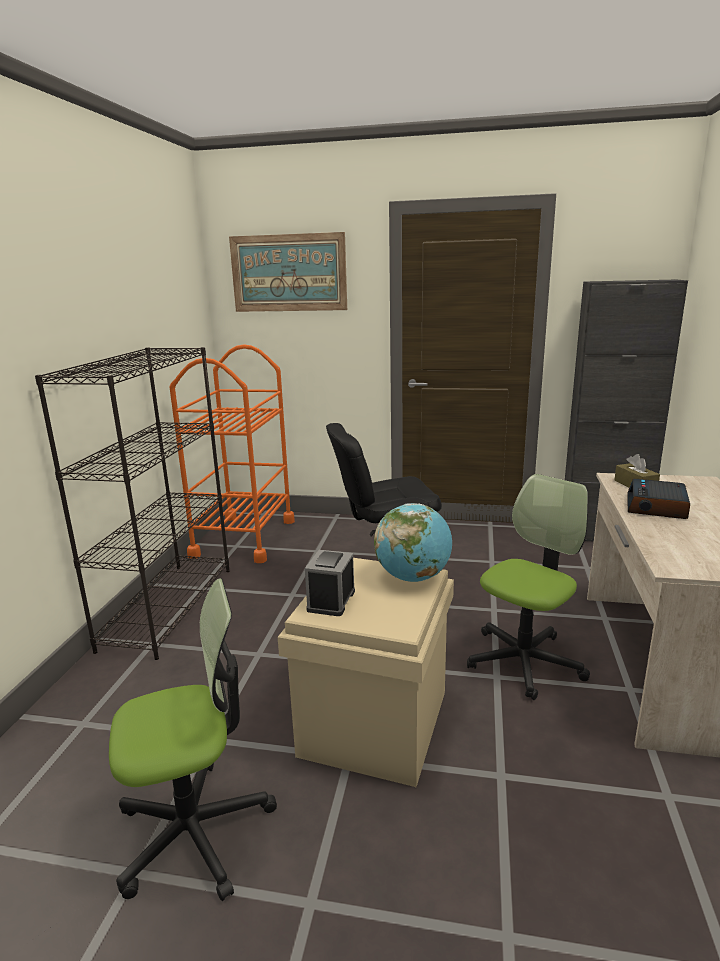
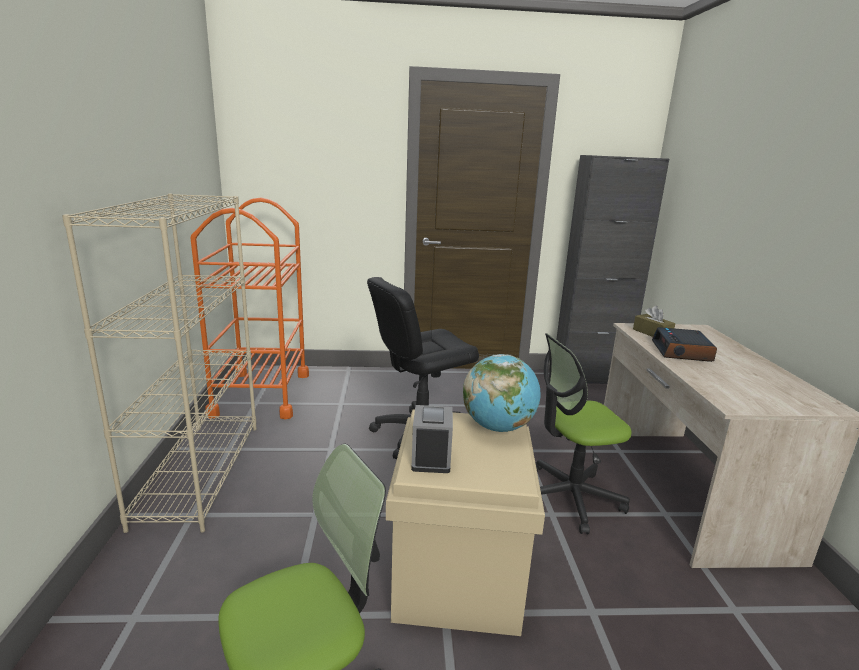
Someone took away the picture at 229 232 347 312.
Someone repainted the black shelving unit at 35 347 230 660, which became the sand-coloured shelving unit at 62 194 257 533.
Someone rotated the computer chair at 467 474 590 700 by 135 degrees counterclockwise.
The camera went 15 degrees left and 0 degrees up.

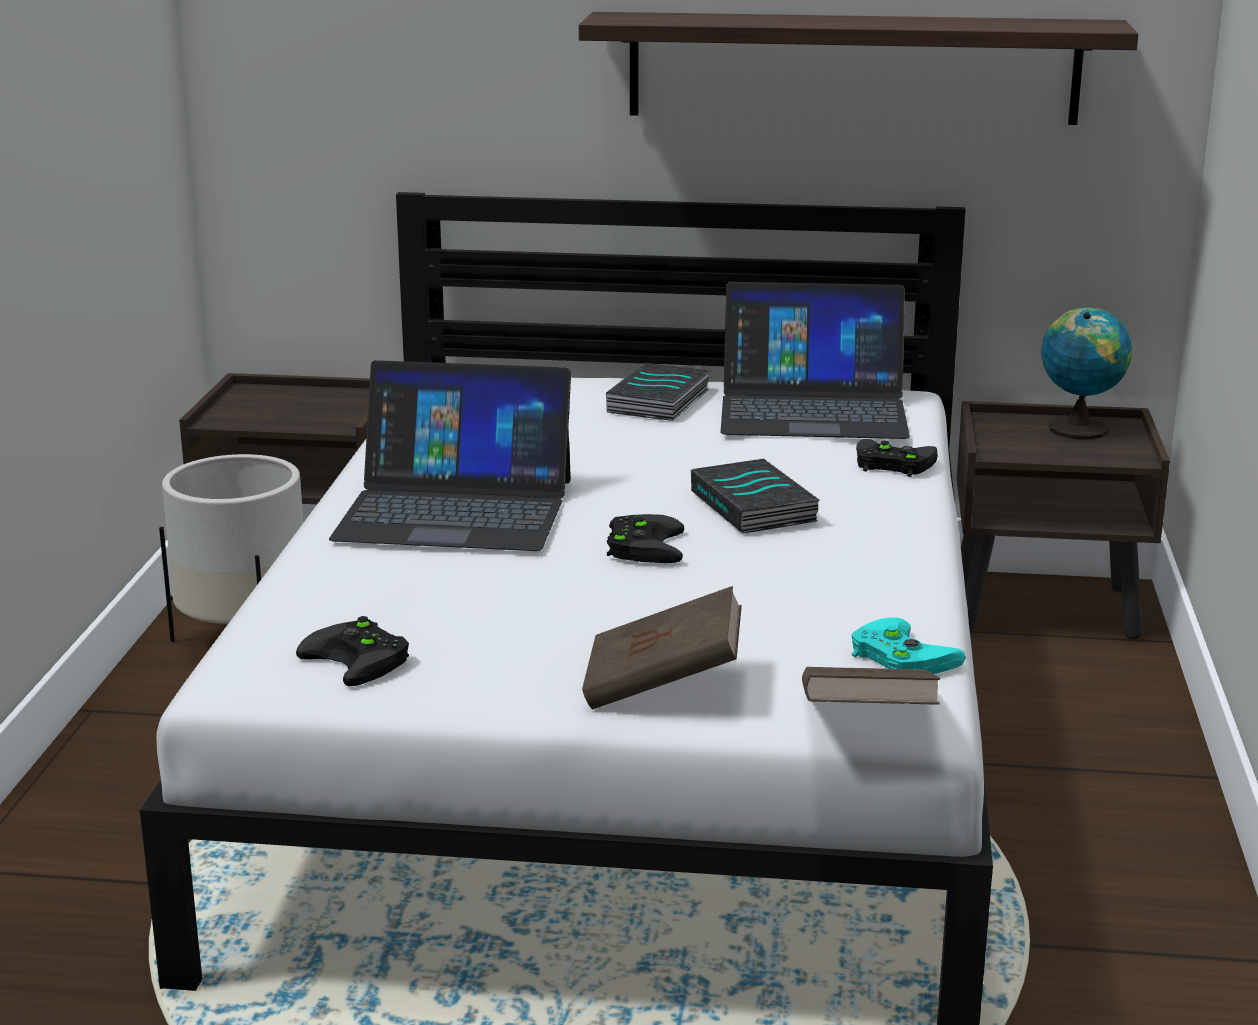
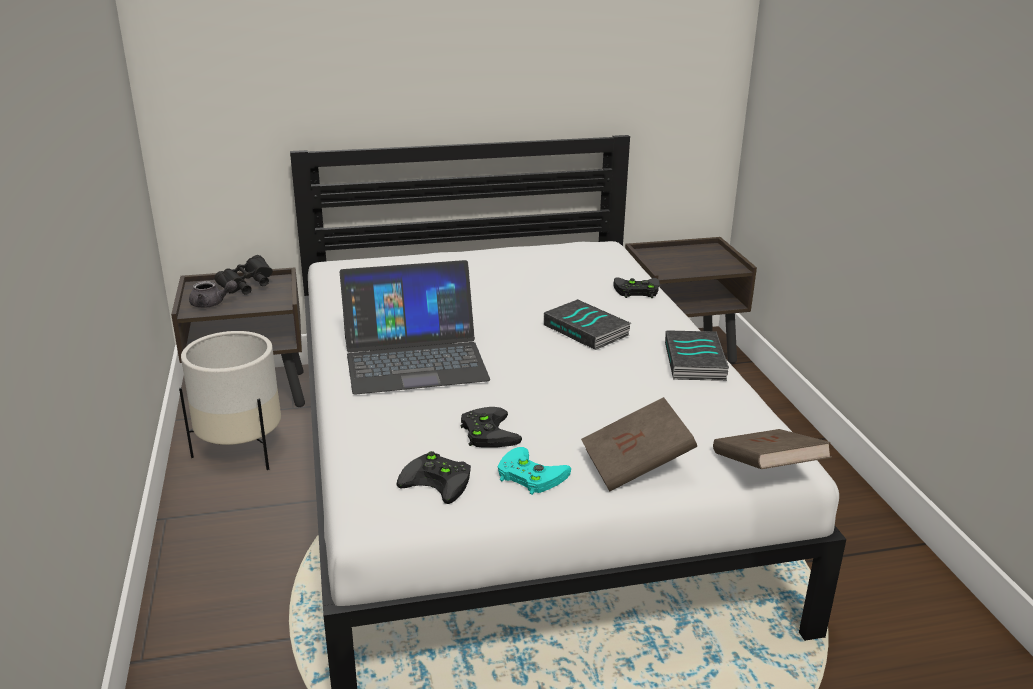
Someone took away the wall shelf at 579 12 1139 125.
Someone took away the notebook computer at 721 282 910 439.
Someone took away the globe at 1041 307 1132 440.
Someone carried the book from 606 363 710 421 to 665 330 729 381.
Someone carried the black game controller from 607 514 684 563 to 460 407 522 448.
Someone carried the turquoise game controller from 851 618 966 674 to 498 447 571 495.
Someone put down the black field glasses at 215 255 273 295.
Someone put down the gray pot for tea at 189 280 237 308.
The camera went 20 degrees left and 5 degrees up.

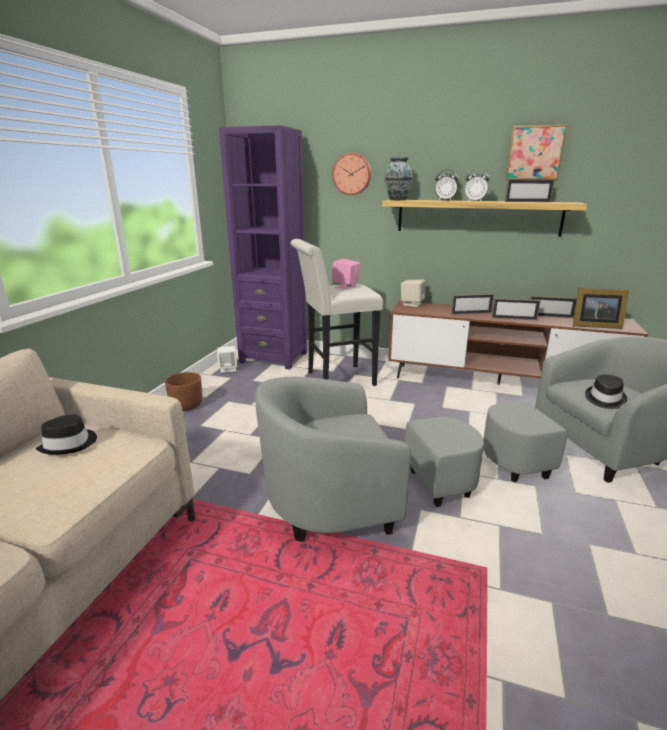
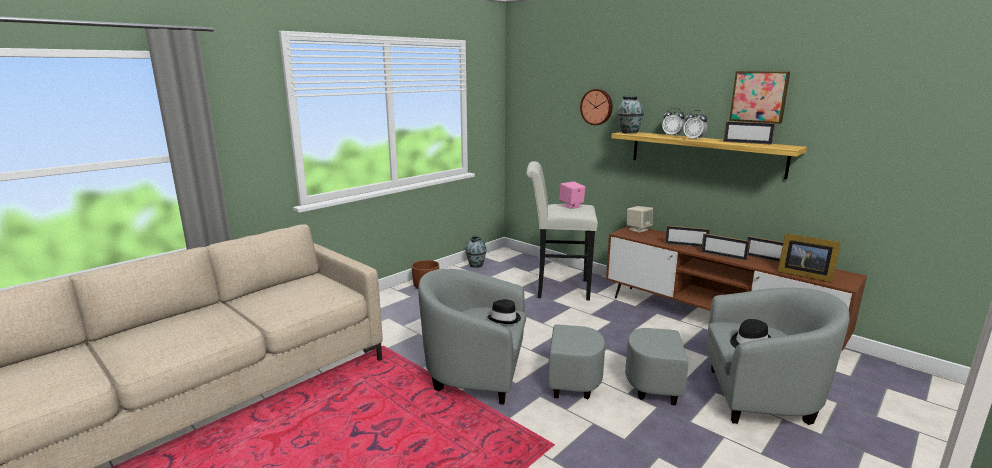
Someone took away the purple-coloured shelving unit at 219 125 307 369.
Someone swapped the white-coloured audio speaker at 217 346 237 373 for the decorative vase at 465 236 487 268.
Someone carried the black wearable hat from 36 415 97 455 to 487 299 521 324.
The camera went 25 degrees right and 5 degrees down.

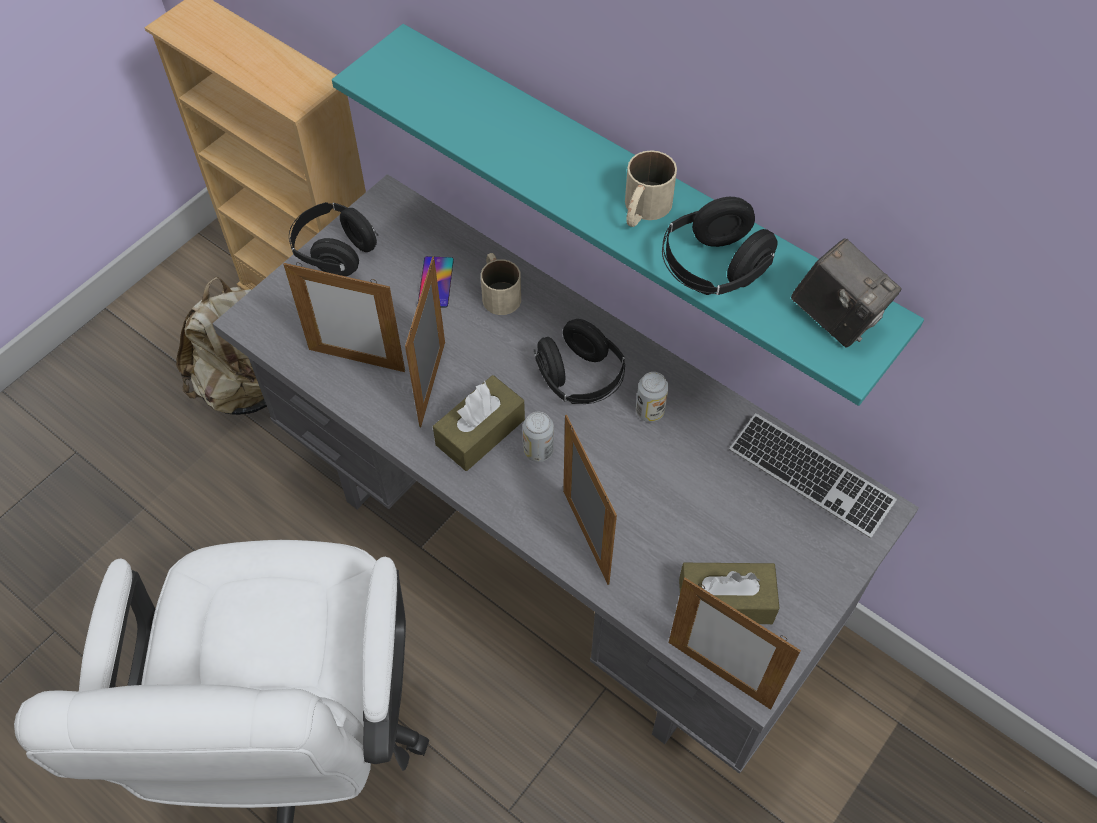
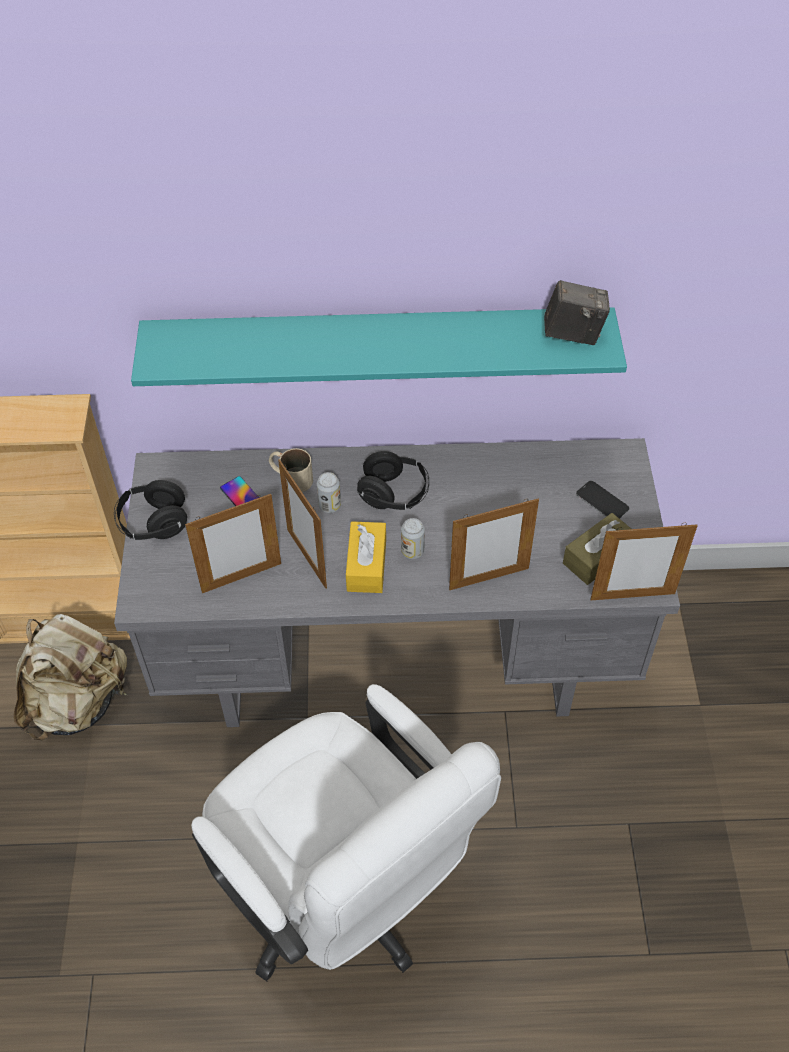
Someone took away the sand-coloured coffee mug at 625 150 677 227.
Someone took away the black headset at 662 197 778 295.
Someone carried the sealed can from 636 372 669 422 to 317 472 341 513.
Someone repainted the brown-coloured tissue box at 433 375 525 471, which became the yellow-coloured tissue box at 346 521 386 593.
Someone took away the keyboard at 729 413 897 538.
Someone rotated the picture frame at 563 415 617 585 by 135 degrees clockwise.
Someone put down the phone at 576 481 629 519.
The camera went 40 degrees left and 5 degrees down.

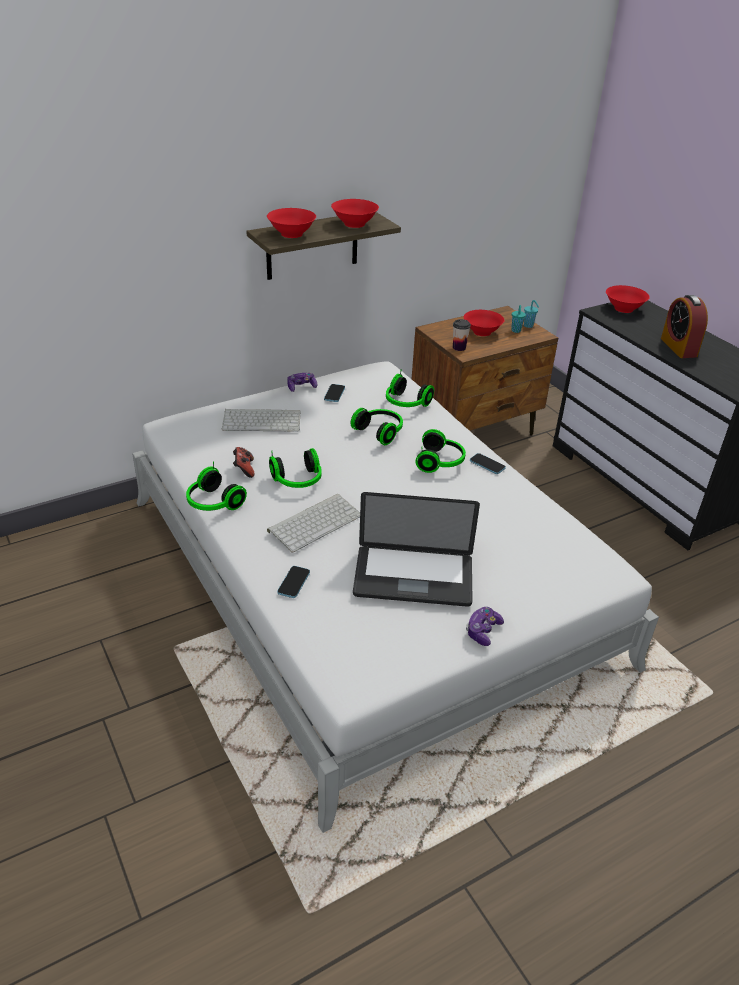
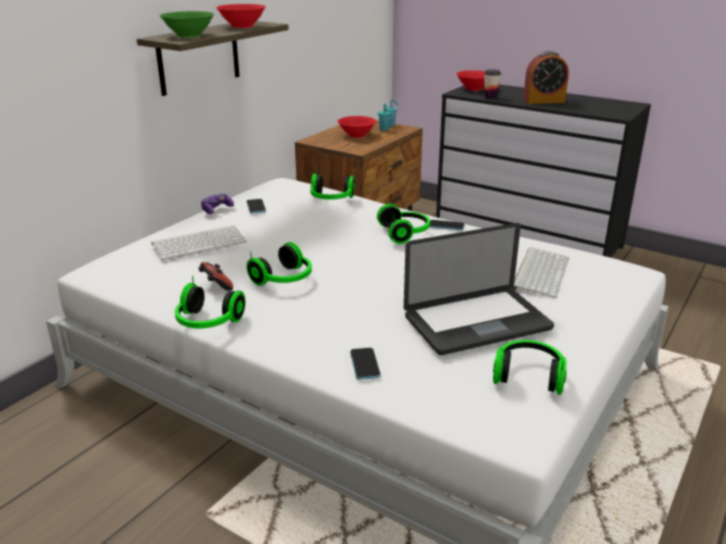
Someone repainted the red-coloured bowl at 267 208 316 238, which became the greenish bowl at 160 11 214 38.
Someone rotated the table clock at 661 295 708 358 by 60 degrees counterclockwise.
Someone carried the cup from 453 319 471 351 to 484 69 501 99.
Someone carried the headset from 351 408 403 445 to 493 340 567 395.
Someone carried the keyboard from 267 494 360 552 to 511 247 569 298.
Someone took away the game controller at 466 607 504 646.
The camera went 25 degrees left and 10 degrees down.

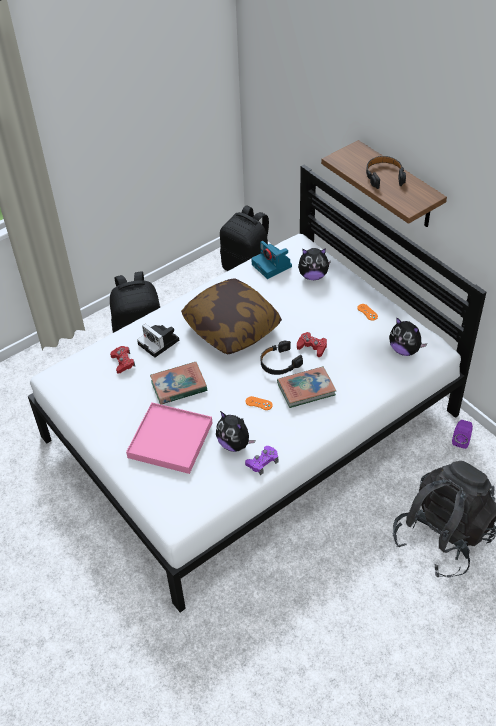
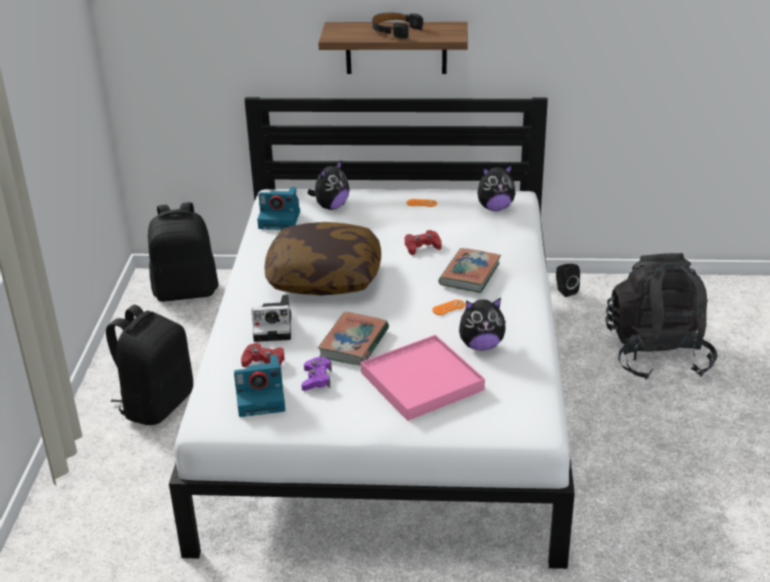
Someone took away the black headset at 261 340 303 375.
Someone repainted the purple-coloured audio speaker at 452 420 473 449, which became the black audio speaker at 556 264 580 297.
Someone carried the purple-coloured game controller from 245 446 278 475 to 301 357 332 391.
Someone put down the still camera at 234 354 285 417.
The camera went 50 degrees left and 15 degrees down.

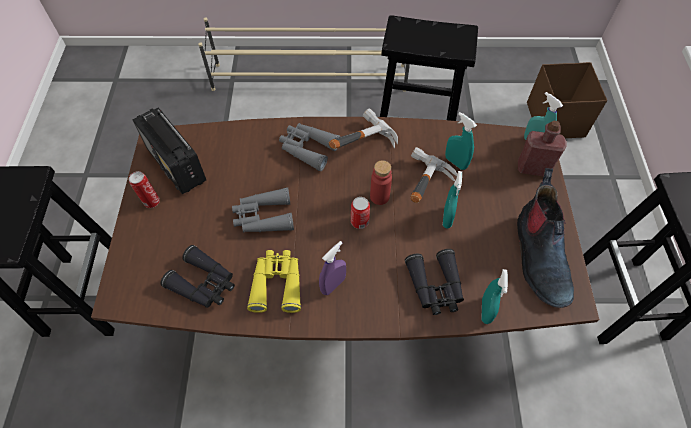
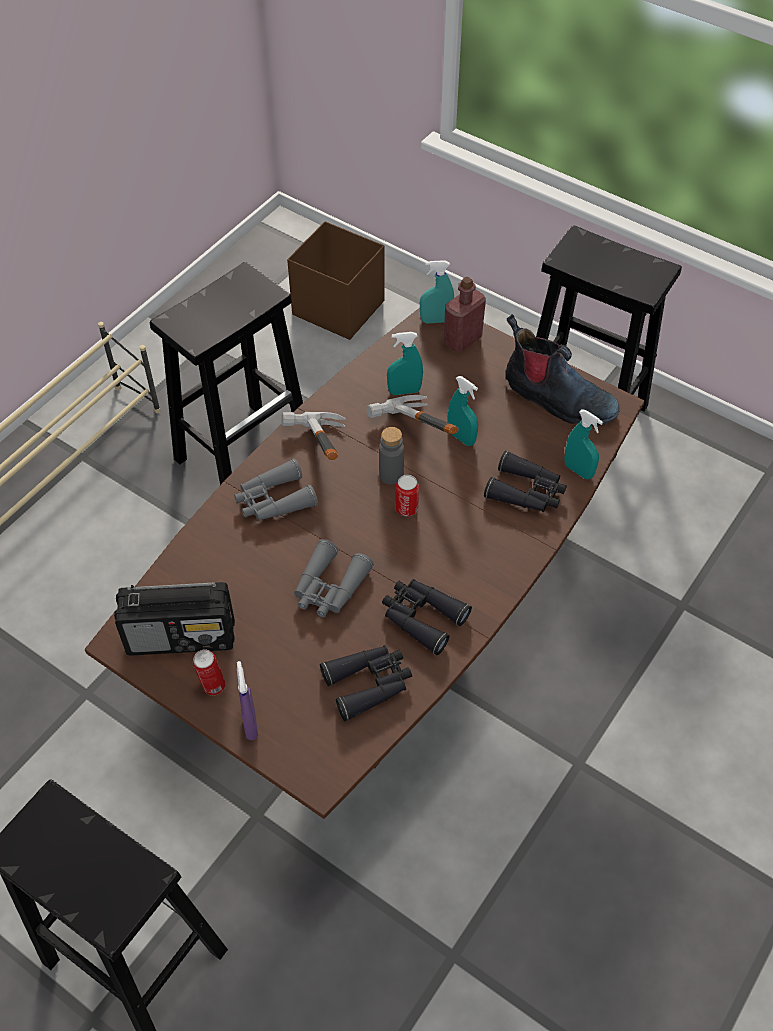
Someone repainted the red-coloured drink bottle at 370 160 392 205, which became the gray drink bottle at 379 427 404 485.
Someone carried the purple-coloured hand sprayer from 319 241 346 295 to 237 661 258 740.
Someone repainted the yellow-coloured field glasses at 247 250 301 313, which became the black field glasses at 382 579 472 655.
The camera went 55 degrees left and 5 degrees down.

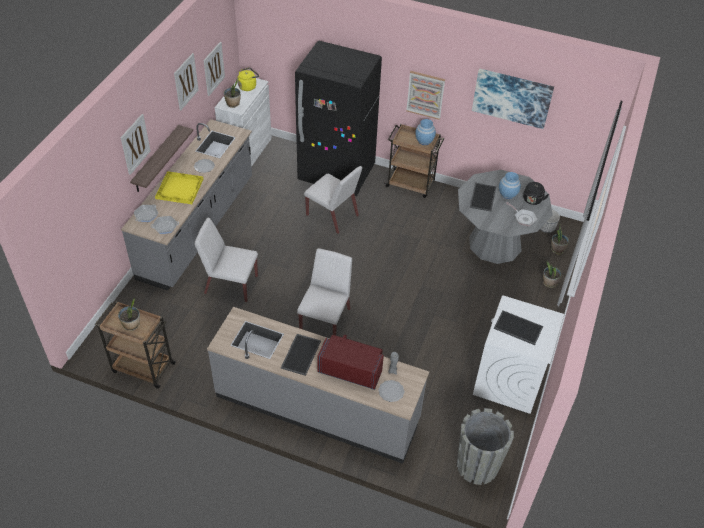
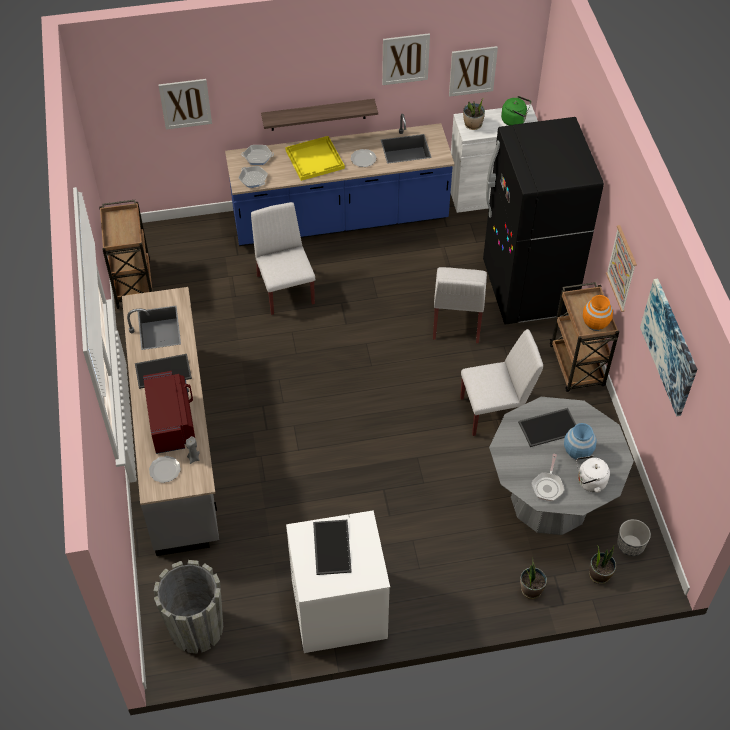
Someone repainted the yellow-coloured water kettle at 237 68 259 91, which became the greenish water kettle at 501 96 531 126.
Someone carried the picture from 121 114 150 175 to 158 79 212 130.
Someone repainted the gray kitchen base unit at 121 119 252 291, which became the blue kitchen base unit at 225 114 455 246.
Someone repainted the blue decorative vase at 415 119 436 145, which became the orangey decorative vase at 583 295 613 331.
Someone repainted the black water kettle at 523 182 549 205, which became the white-coloured water kettle at 576 455 610 493.
Someone carried the white-coloured chair from 297 248 352 335 to 460 329 543 436.
Someone took away the houseplant at 118 298 140 331.
The camera went 60 degrees right and 5 degrees up.

